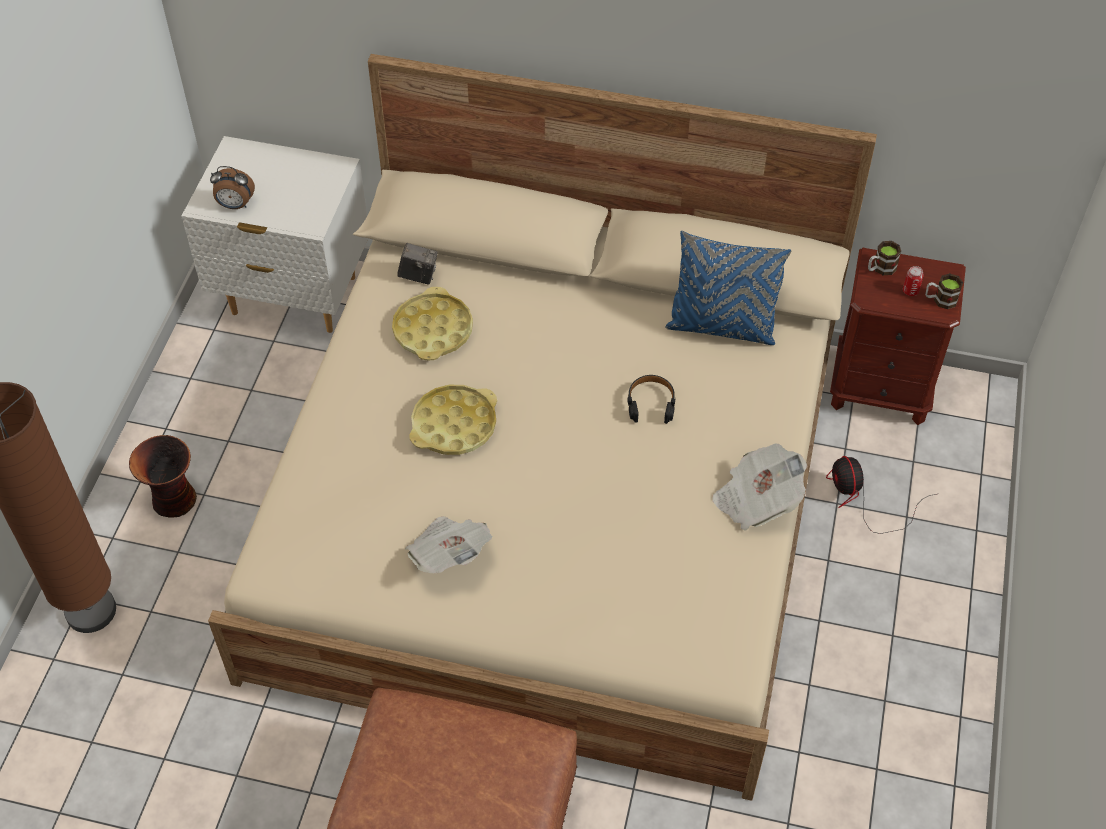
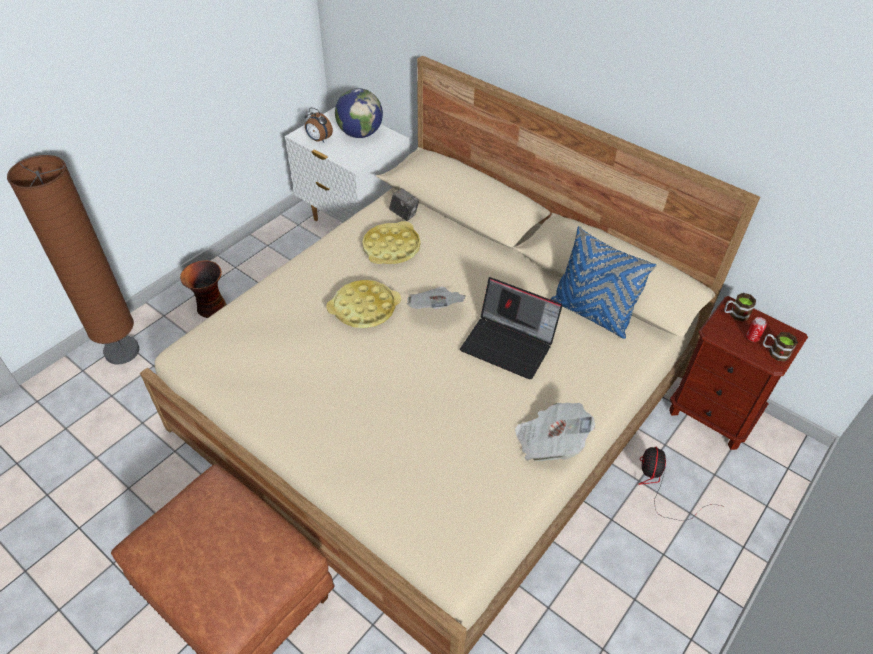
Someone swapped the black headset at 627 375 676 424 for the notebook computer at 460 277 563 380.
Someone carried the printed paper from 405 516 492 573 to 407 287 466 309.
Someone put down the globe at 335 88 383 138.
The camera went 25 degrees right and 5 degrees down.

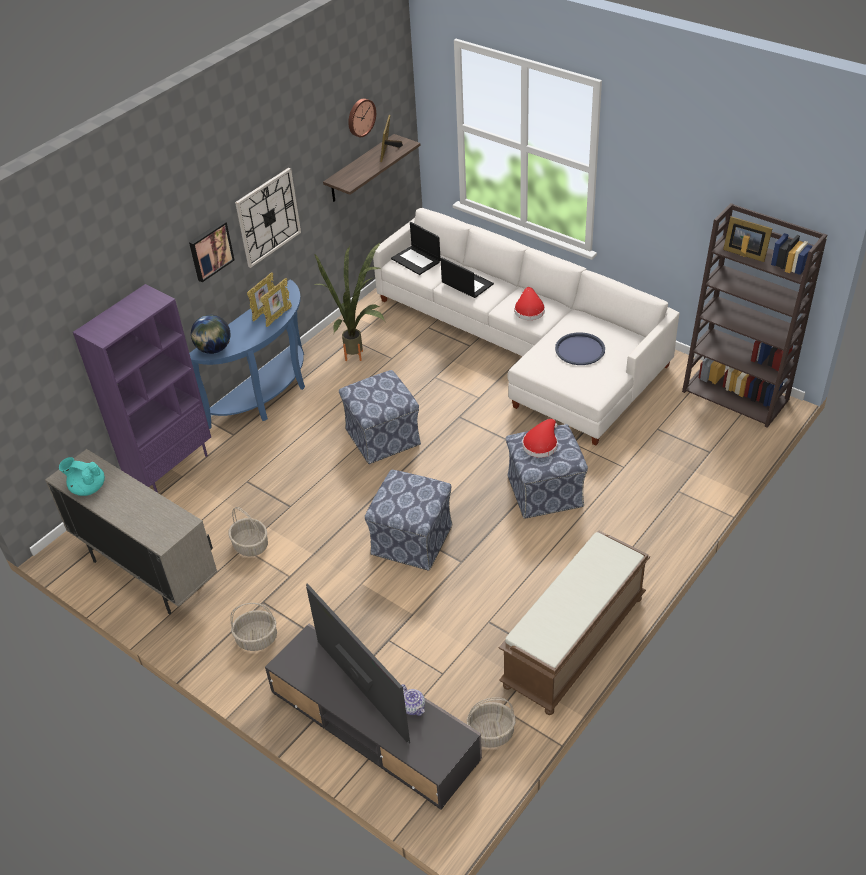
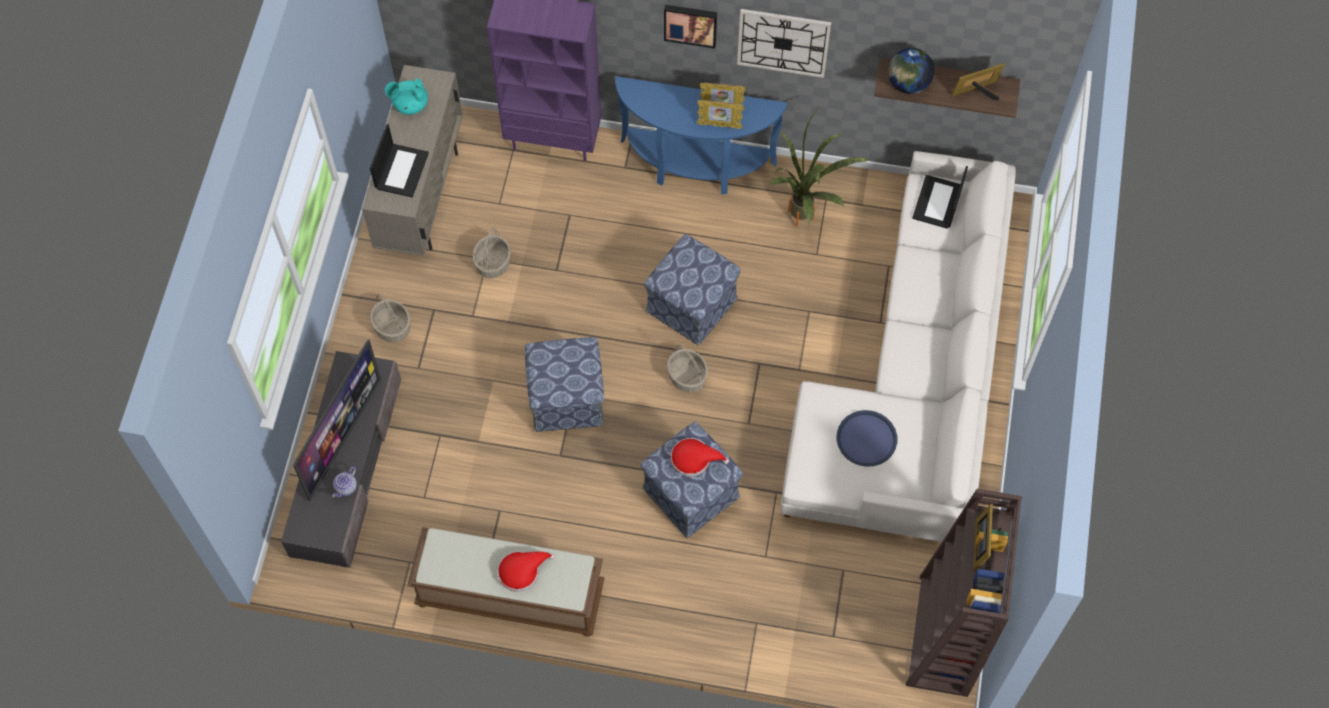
Someone took away the wall clock at 348 98 376 137.
Someone carried the notebook computer from 440 257 494 298 to 370 124 429 197.
Someone carried the red-coloured wearable hat from 514 287 545 320 to 498 551 555 592.
Someone carried the globe from 191 315 231 354 to 888 48 934 94.
Someone rotated the turquoise pot for tea at 59 457 105 496 by 90 degrees counterclockwise.
Someone carried the household basket from 467 697 516 748 to 667 344 708 393.
The camera went 60 degrees right and 20 degrees up.

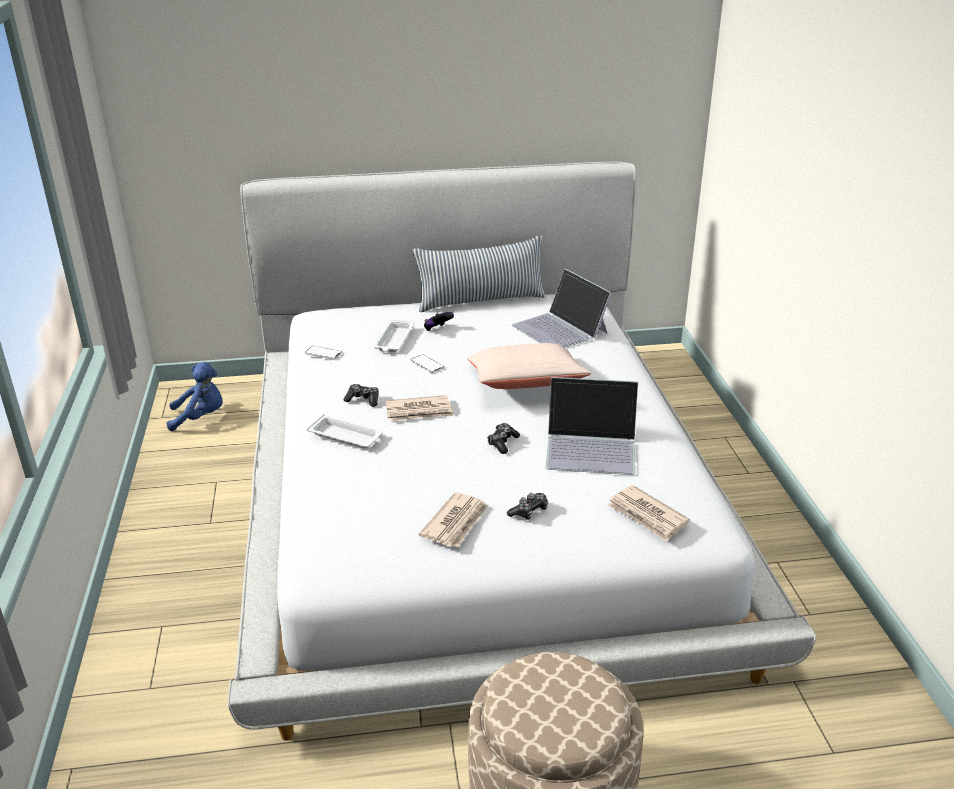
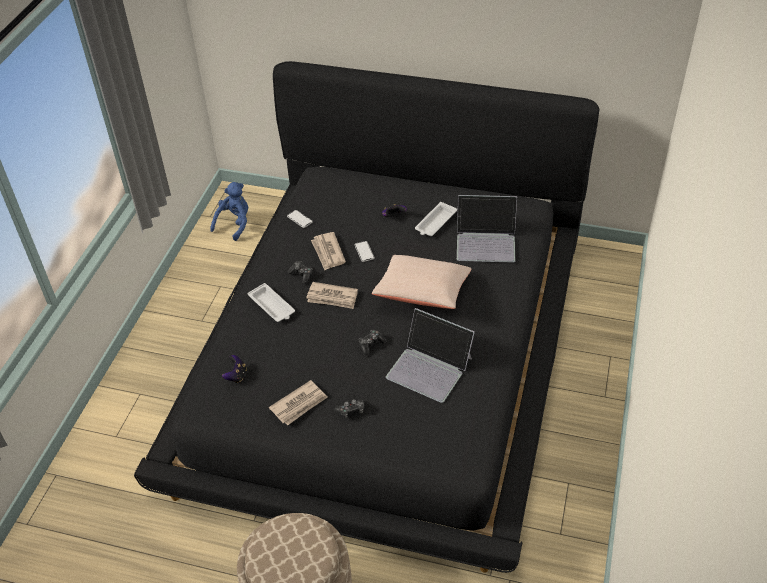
Someone repainted the white-coloured bedroom bed at 228 161 816 741, which became the black bedroom bed at 134 61 599 573.
Someone took away the throw pillow at 413 236 546 312.
Someone rotated the notebook computer at 512 269 612 348 by 75 degrees counterclockwise.
Someone carried the white-coloured serving tray from 373 319 415 352 to 415 202 457 236.
Someone rotated the blue cuddly toy at 167 362 223 431 by 75 degrees counterclockwise.
Someone carried the printed paper from 608 485 690 541 to 311 232 346 270.
Someone put down the game controller at 222 355 247 383.
The camera went 25 degrees right and 15 degrees up.

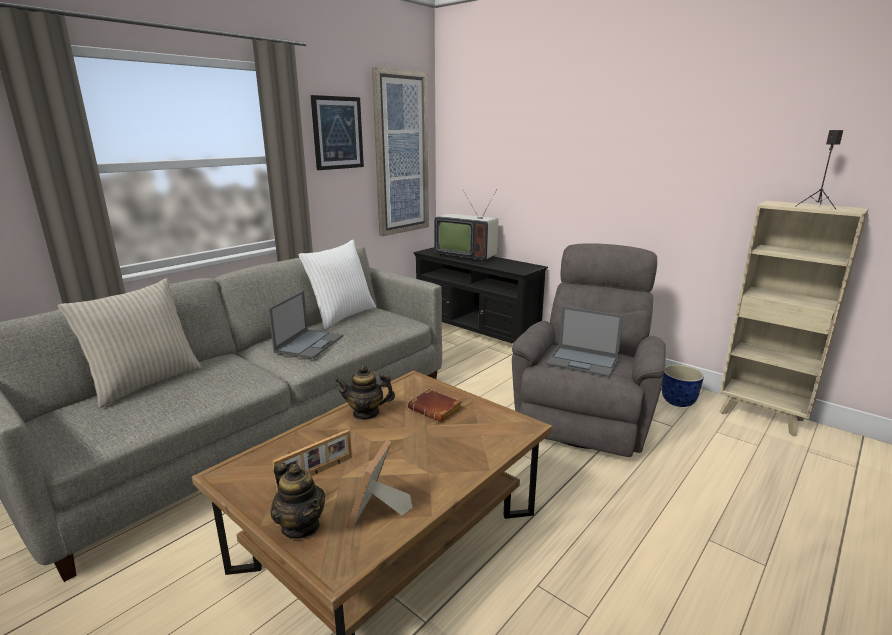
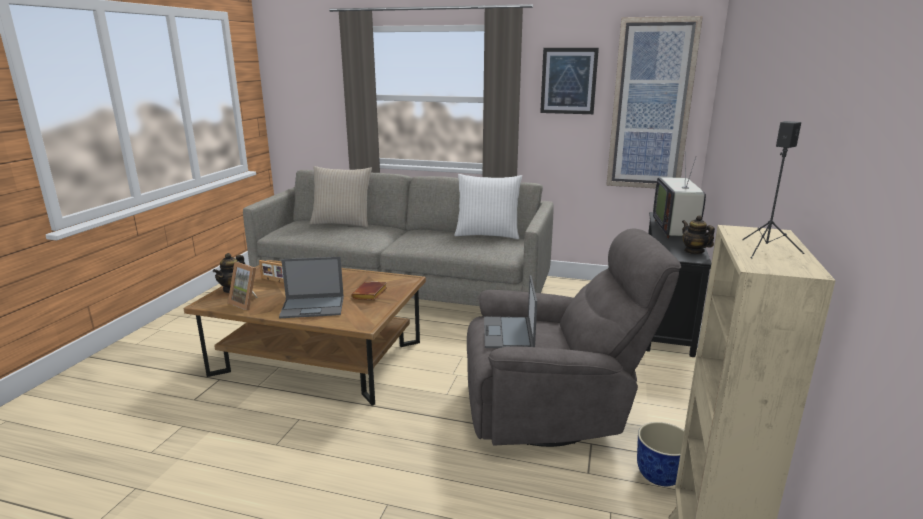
Someone carried the notebook computer from 268 291 343 359 to 279 257 344 318.
Someone carried the pot for tea from 335 365 395 420 to 682 215 715 254.
Someone rotated the picture frame at 346 440 413 530 by 135 degrees counterclockwise.
The camera went 65 degrees right and 0 degrees up.

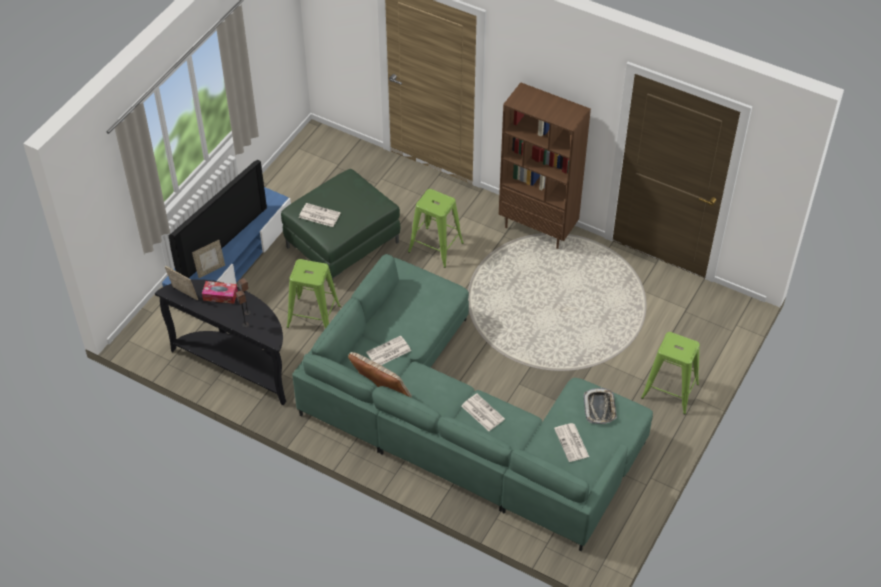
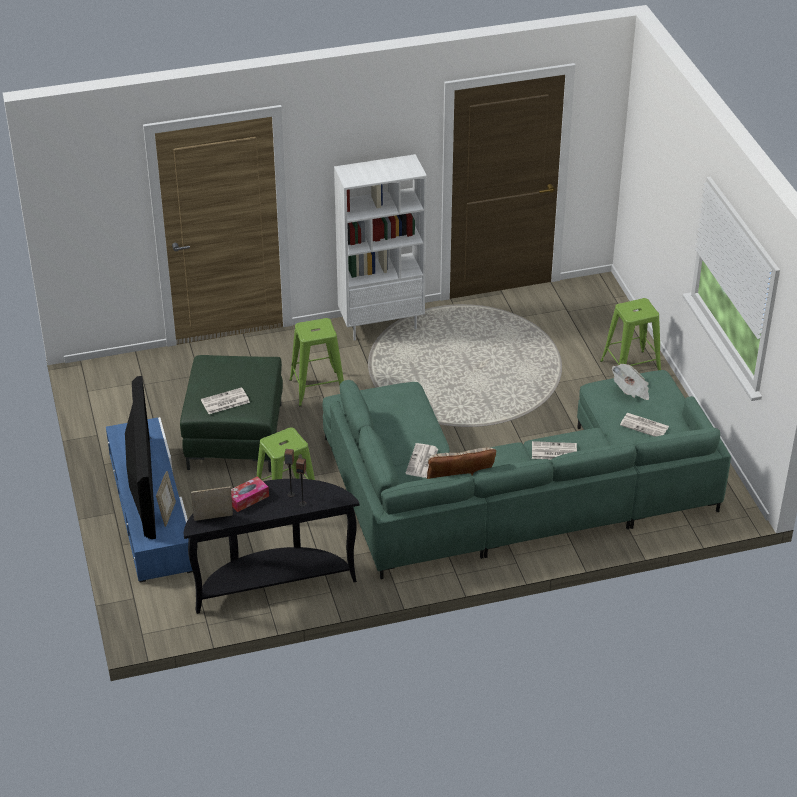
Someone repainted the brown-coloured shelving unit at 499 82 591 249, which became the white-coloured shelving unit at 334 154 427 341.
Someone swapped the serving tray at 584 388 617 424 for the printed paper at 612 364 649 400.
The camera went 45 degrees left and 10 degrees down.

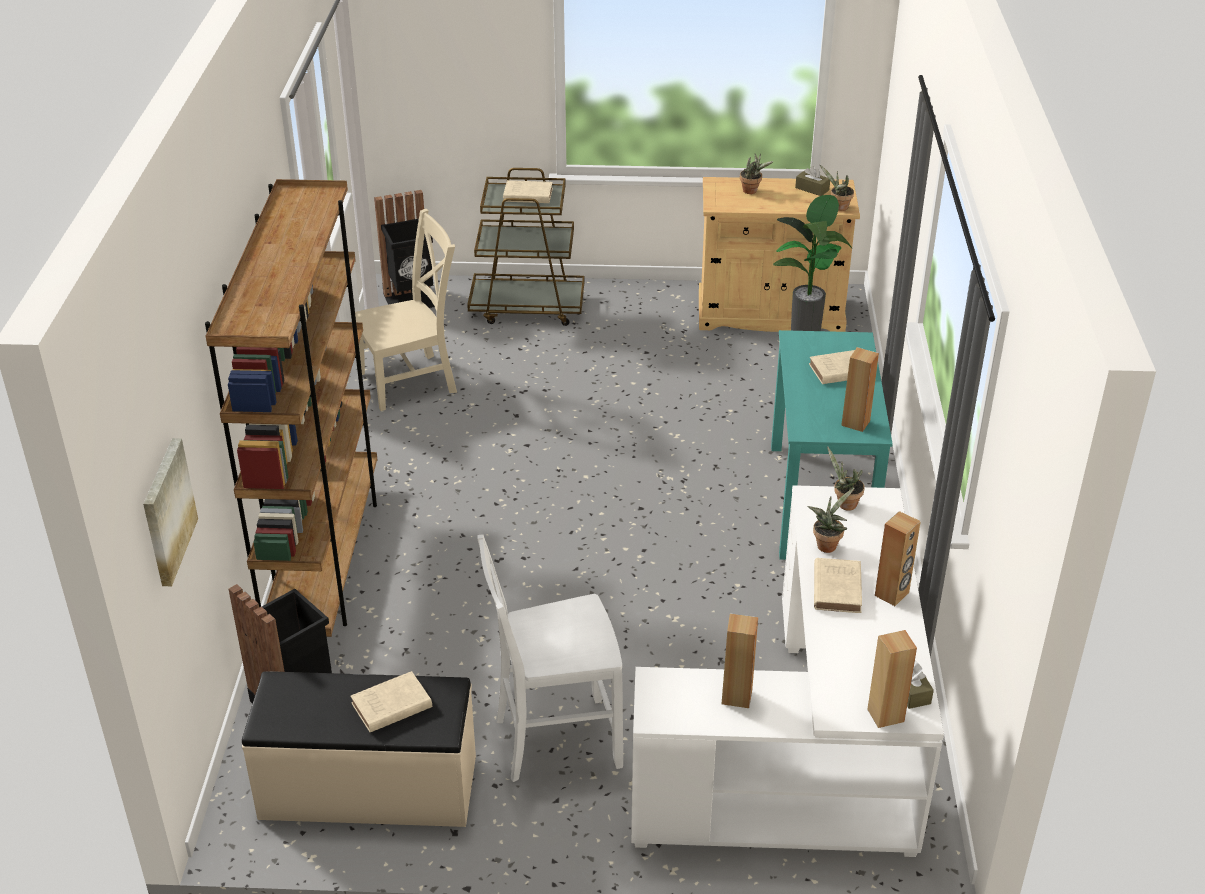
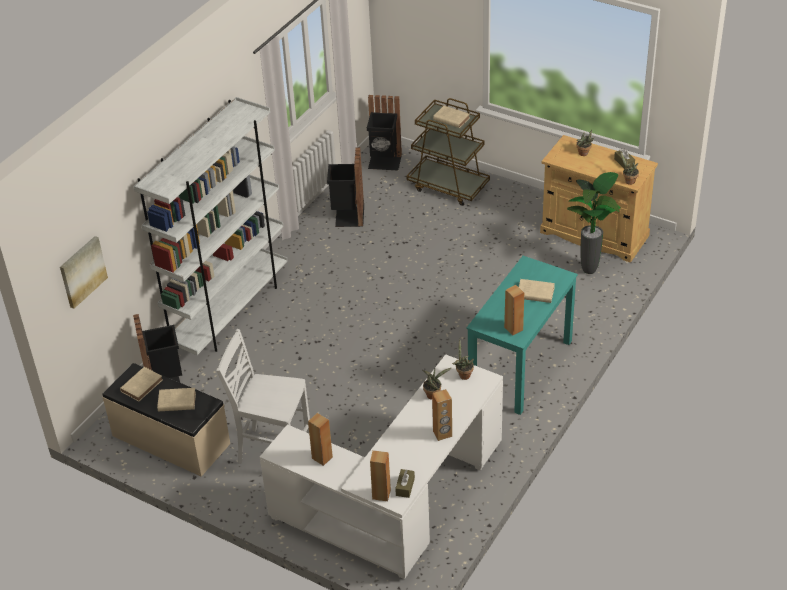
Someone repainted the brown-coloured shelving unit at 205 179 378 637, which became the white-coloured shelving unit at 134 97 288 355.
Someone swapped the sand-coloured chair at 355 209 457 411 for the black rubbish bin at 327 147 364 227.
Someone carried the sand-coloured book from 814 558 862 613 to 120 367 163 401.
The camera went 30 degrees right and 5 degrees up.

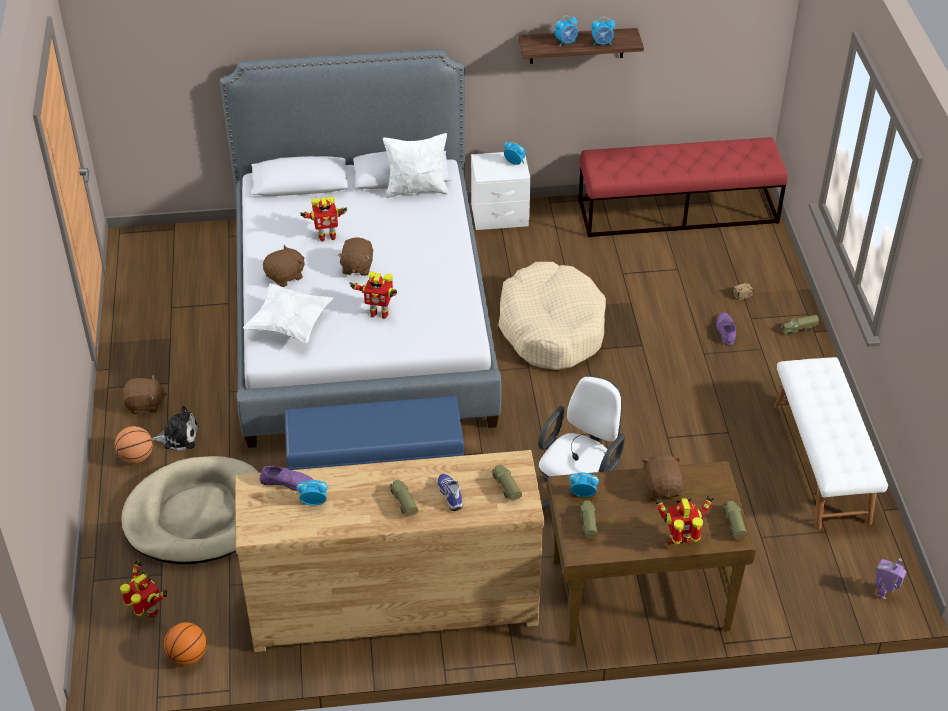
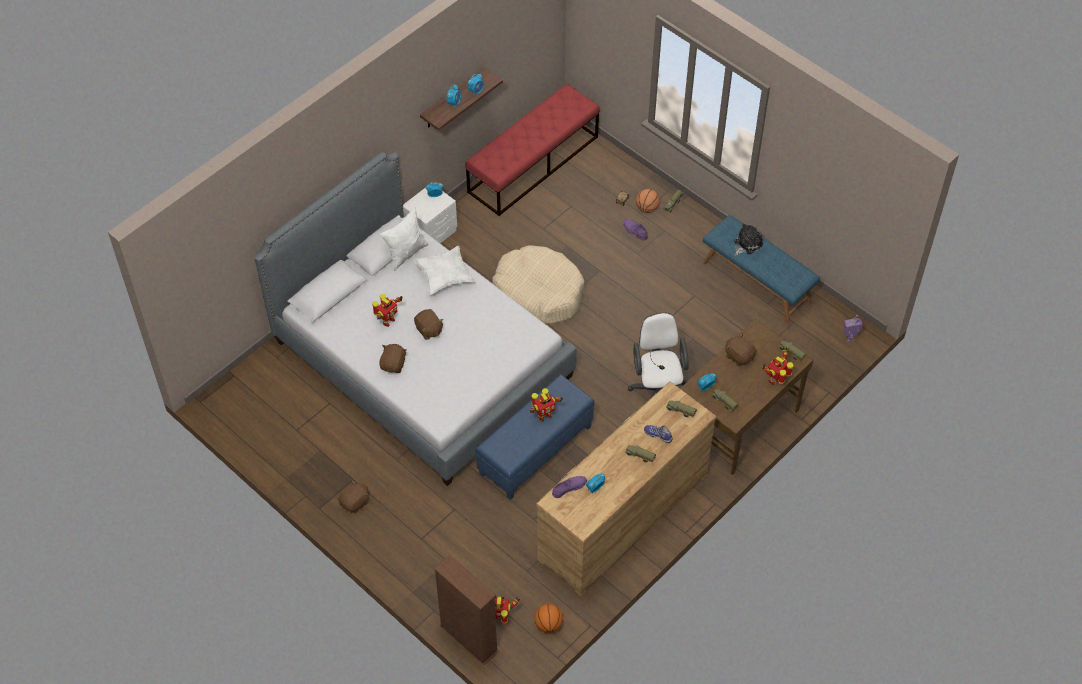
Someone carried the toy robot from 350 272 397 319 to 530 388 563 422.
Someone carried the white-coloured throw pillow from 243 283 333 343 to 413 246 475 295.
Someone repainted the white-coloured long seat at 774 357 888 530, which became the blue long seat at 703 215 820 324.
Someone carried the cuddly toy from 152 406 198 451 to 735 224 763 256.
Someone carried the ball for basketball from 115 426 153 464 to 636 189 660 213.
Someone took away the sand-coloured pet bed at 121 456 259 565.
Someone put down the brown-coloured shelving unit at 434 555 499 665.
The camera went 40 degrees left and 10 degrees up.

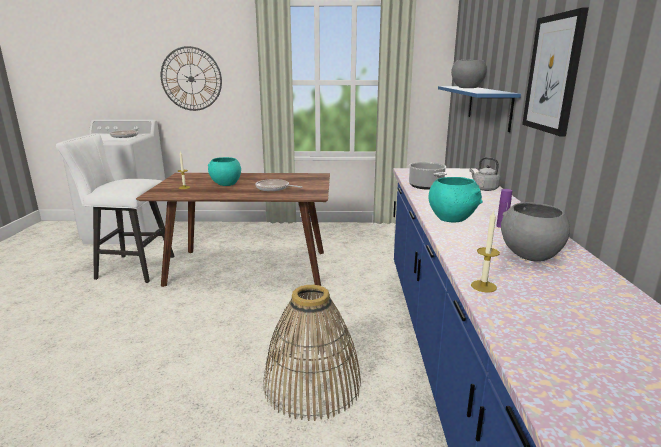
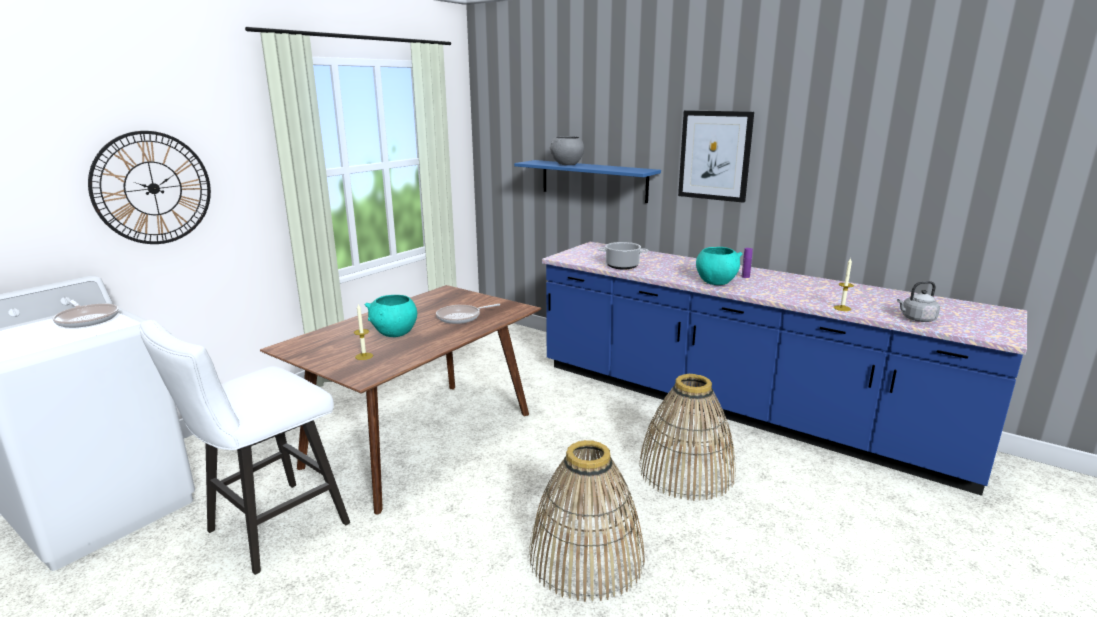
Someone carried the gray water kettle from 470 157 500 191 to 897 281 940 322.
Someone took away the gray bowl at 501 202 570 262.
Someone put down the household basket at 529 440 645 602.
The camera went 55 degrees left and 0 degrees up.

